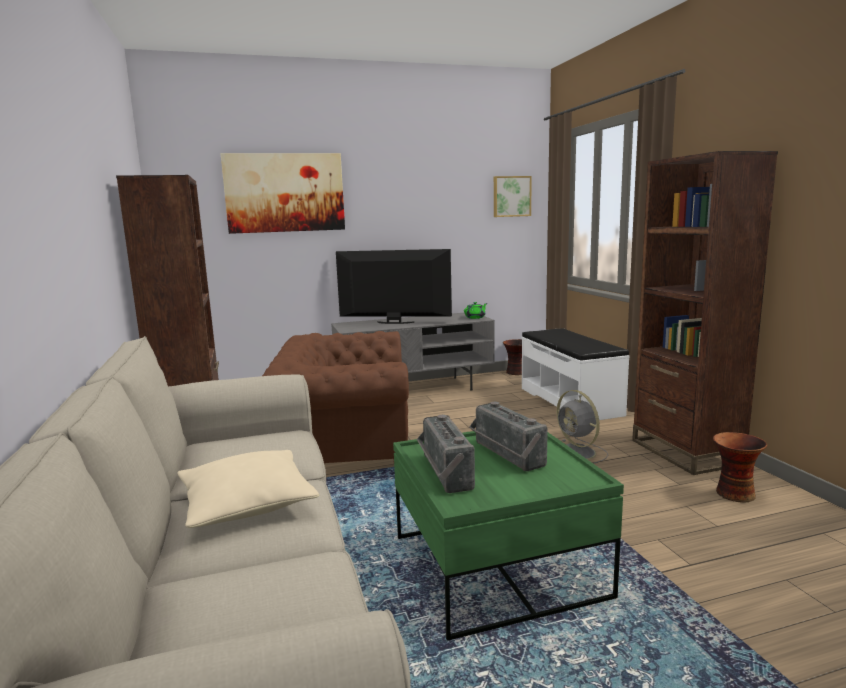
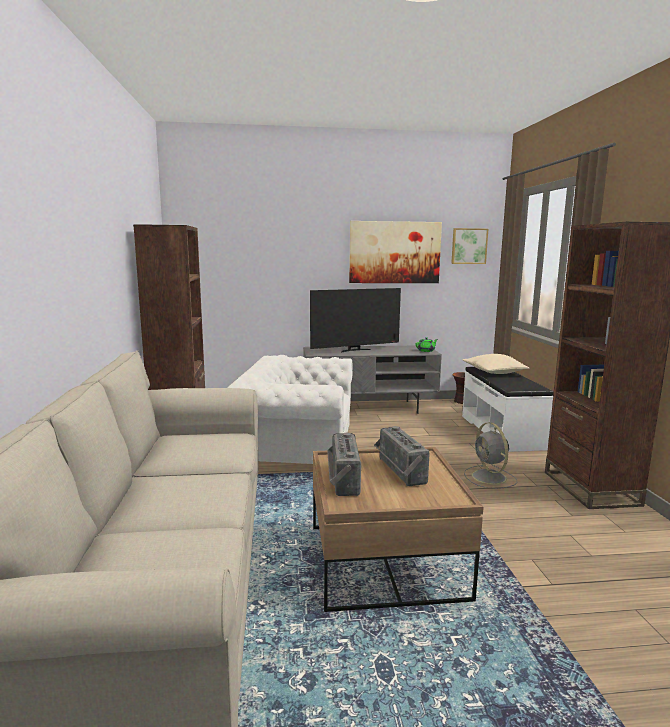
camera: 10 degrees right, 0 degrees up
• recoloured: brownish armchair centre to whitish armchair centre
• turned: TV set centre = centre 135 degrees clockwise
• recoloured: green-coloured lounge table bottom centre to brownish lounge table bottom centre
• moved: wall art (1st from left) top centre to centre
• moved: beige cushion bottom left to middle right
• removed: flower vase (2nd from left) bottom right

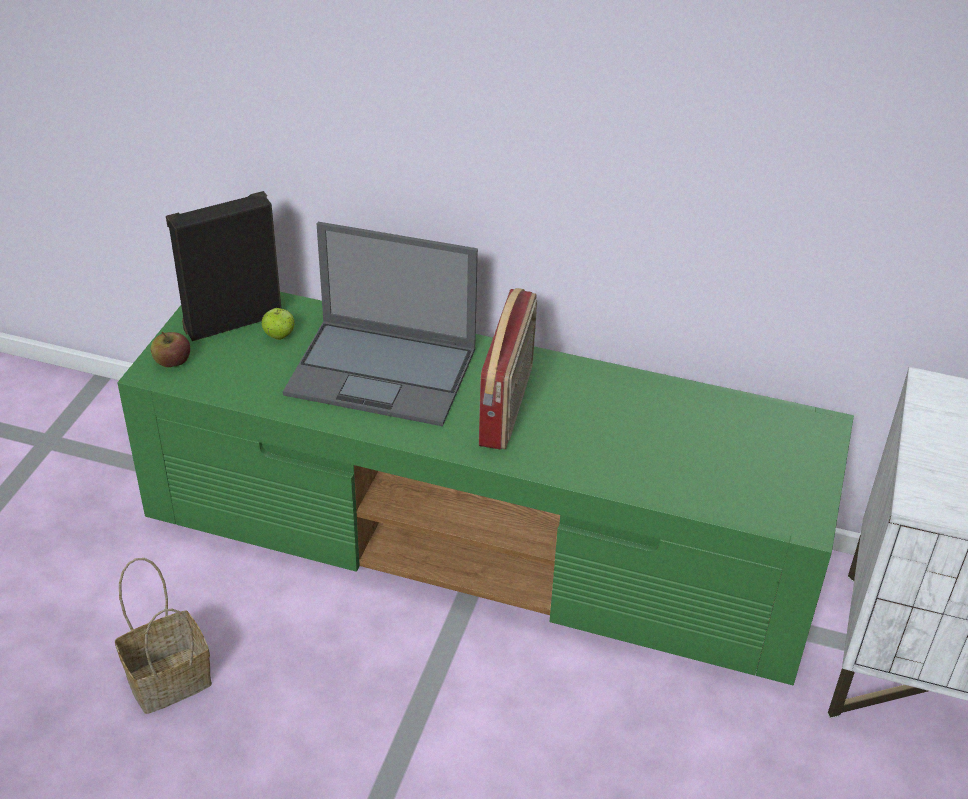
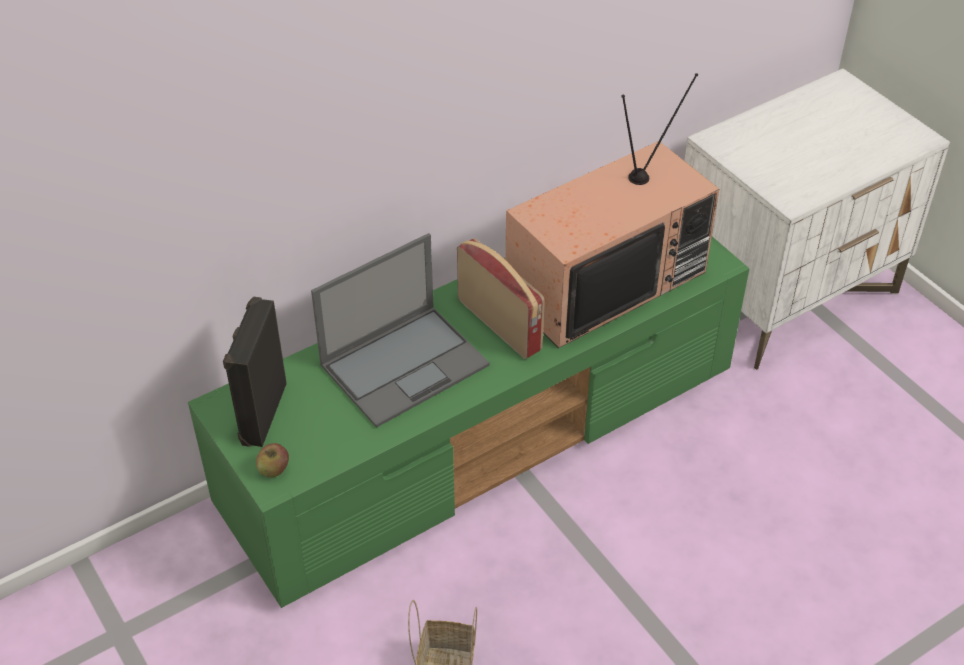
camera: 50 degrees left, 5 degrees up
• added: TV set top centre
• removed: apple (2nd from left) middle left

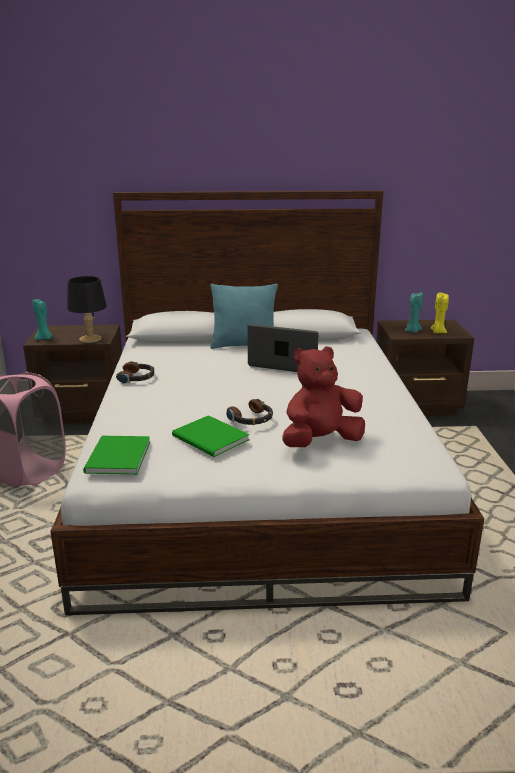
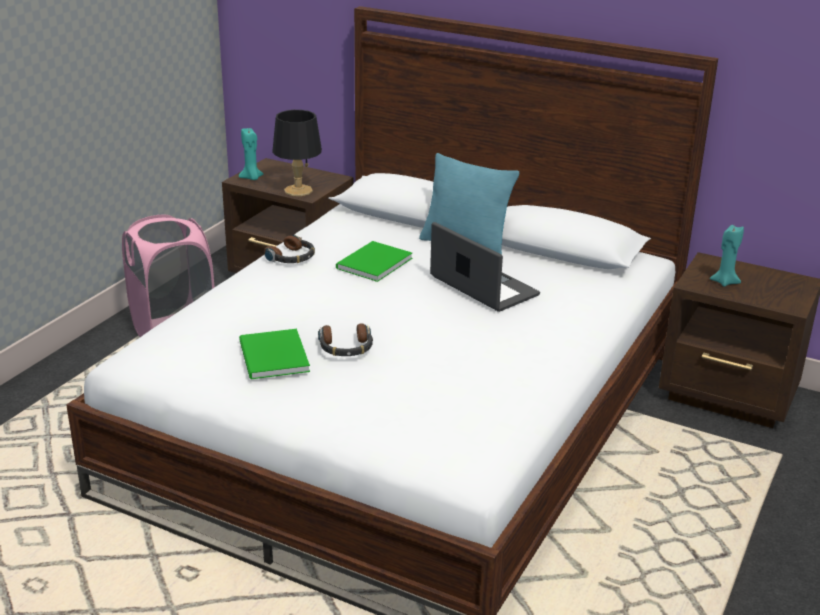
camera: 30 degrees right, 5 degrees up
• moved: green-coloured volume (1st from left in the first image) middle left to green-coloured volume (2nd from left) centre
• removed: reddish cuddly toy centre
• removed: yellowish wax light middle right

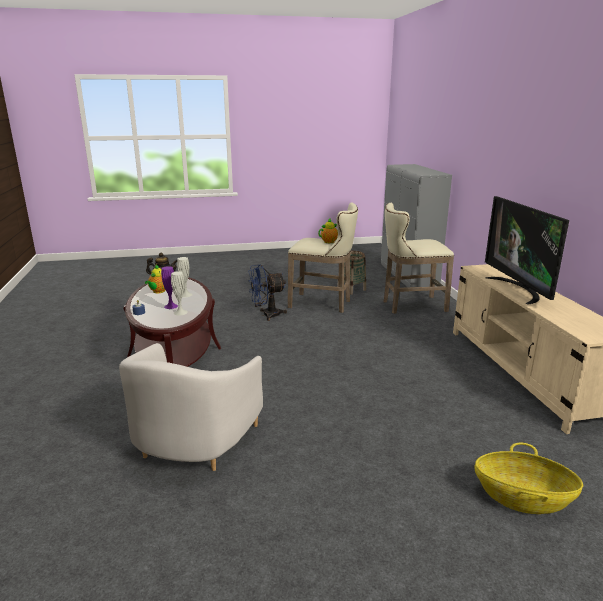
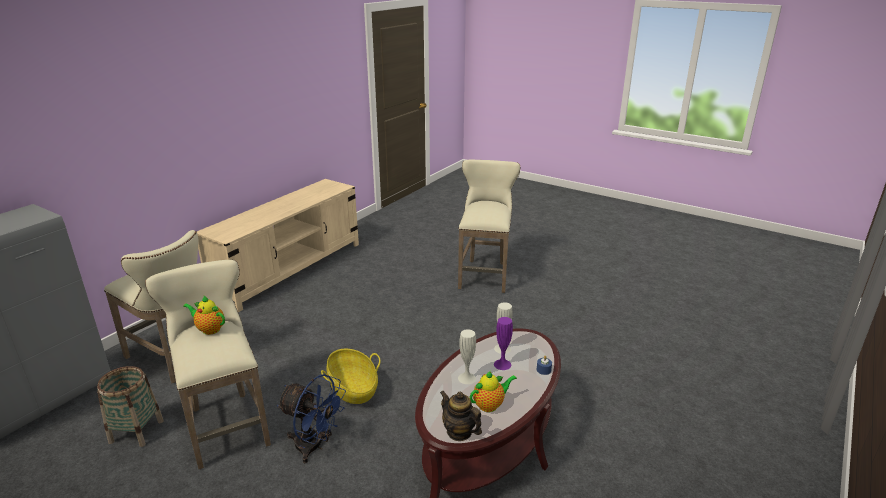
camera: 135 degrees left, 5 degrees up
• moved: storage basket (2nd from left) bottom right to bottom centre
• added: beige stool (3rd from left) centre
• removed: whitish armchair bottom left
• removed: TV set middle right

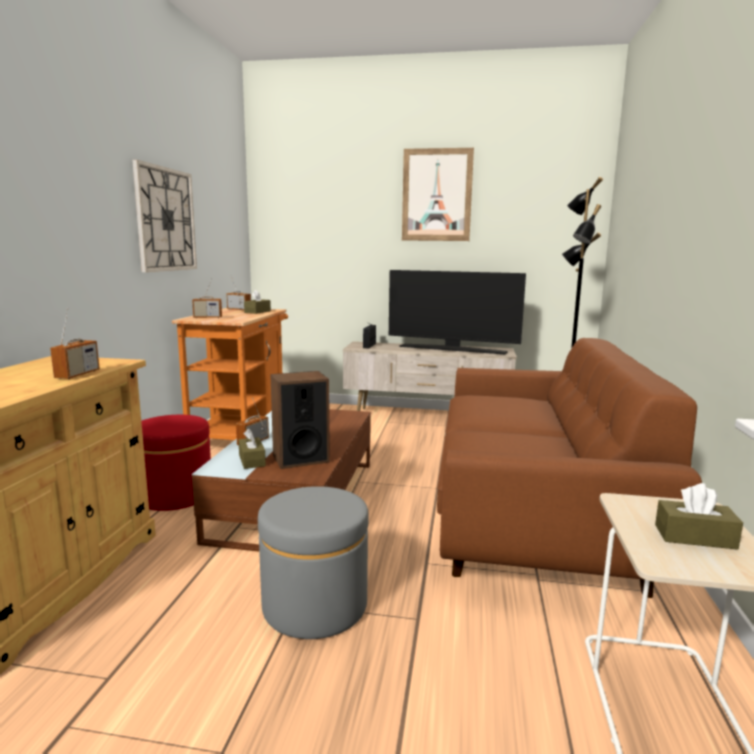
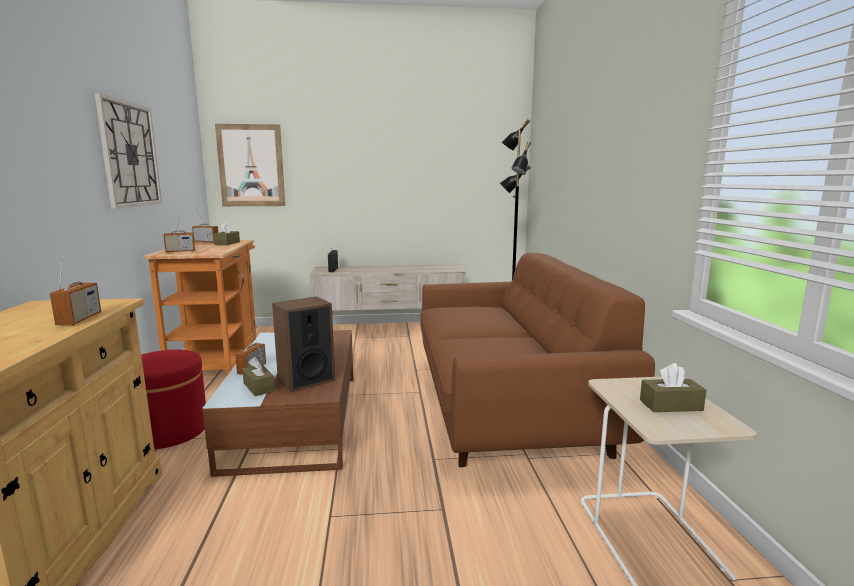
camera: 15 degrees left, 0 degrees up
• moved: wall art top centre to top left
• removed: greyish pouffe bottom centre
• removed: TV set centre

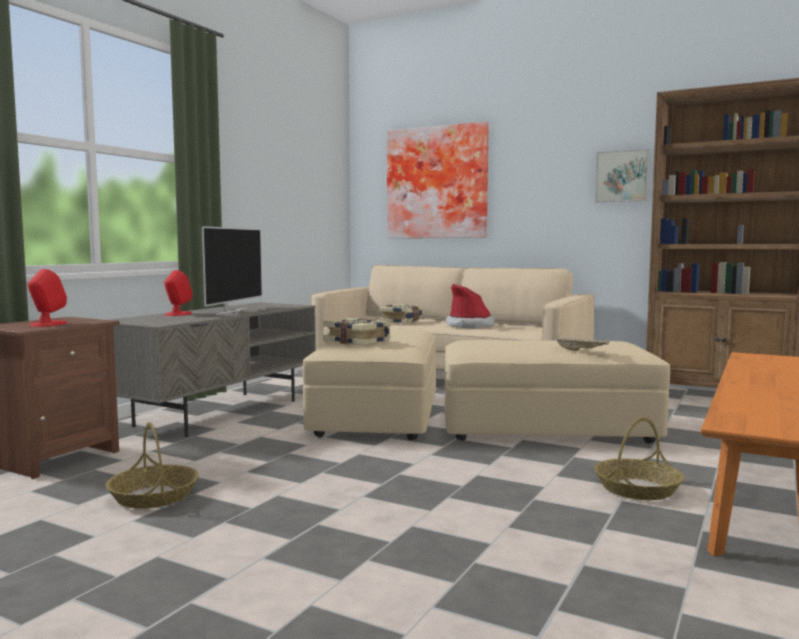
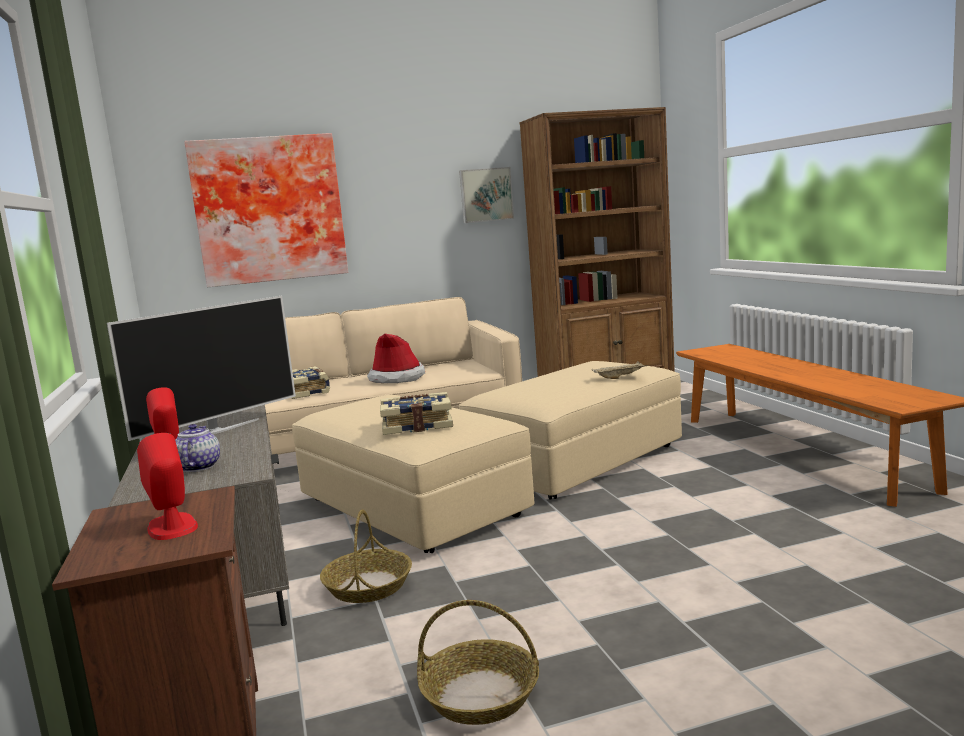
camera: 45 degrees left, 5 degrees up
• turned: TV set middle left = middle left 75 degrees clockwise
• added: teapot middle left
• moved: storage basket (2nd from left in the first image) bottom right to storage basket (1st from left) bottom centre

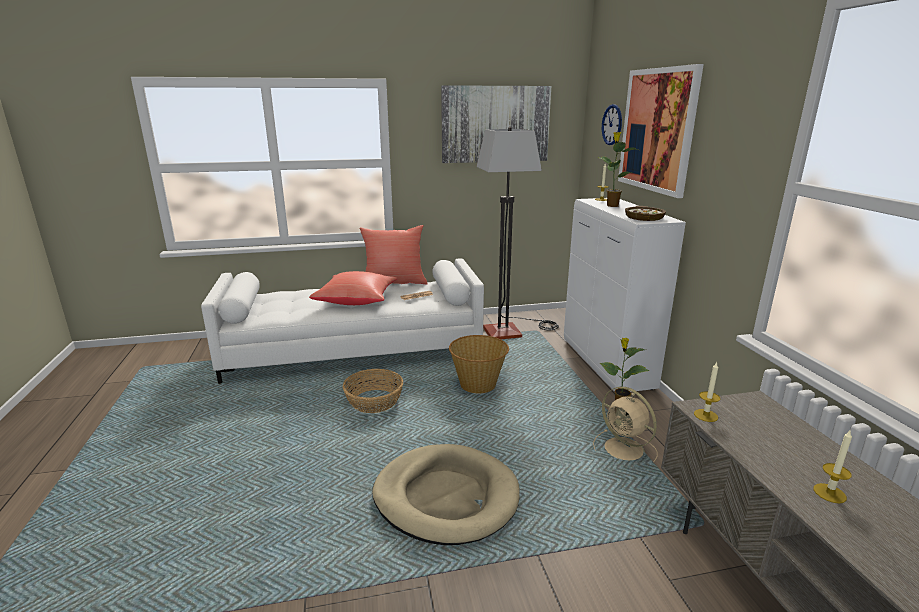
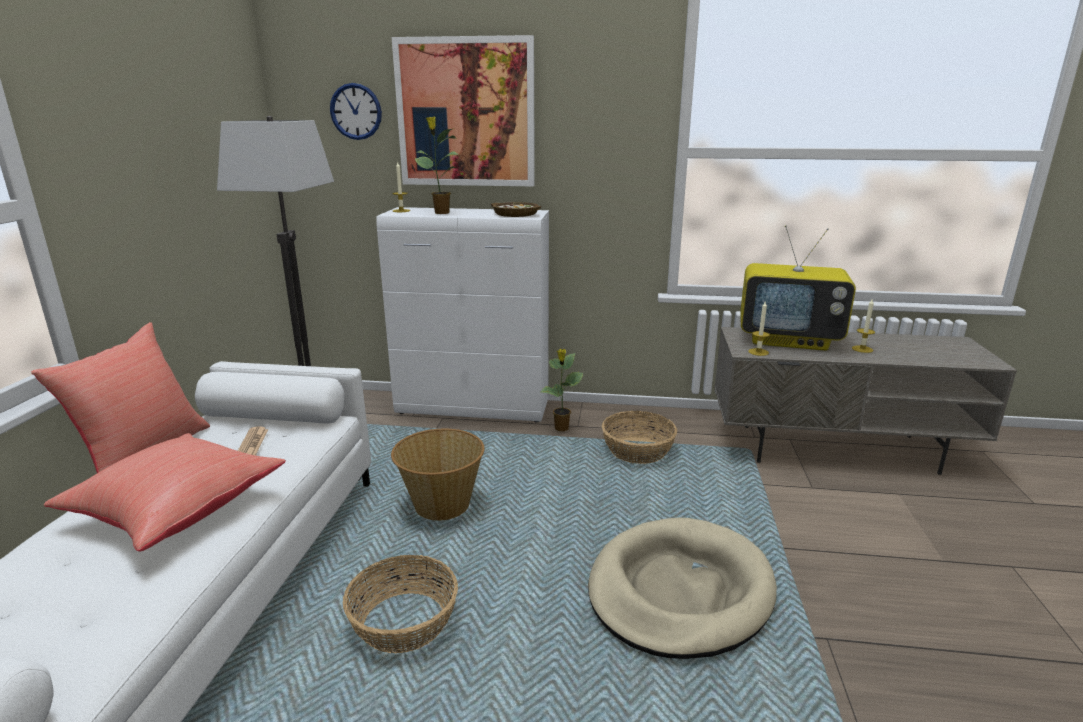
camera: 70 degrees left, 0 degrees up
• replaced: beige cooling fan bottom right to storage basket (3rd from left) centre
• added: TV set middle right
• removed: wall art (1st from left) top centre

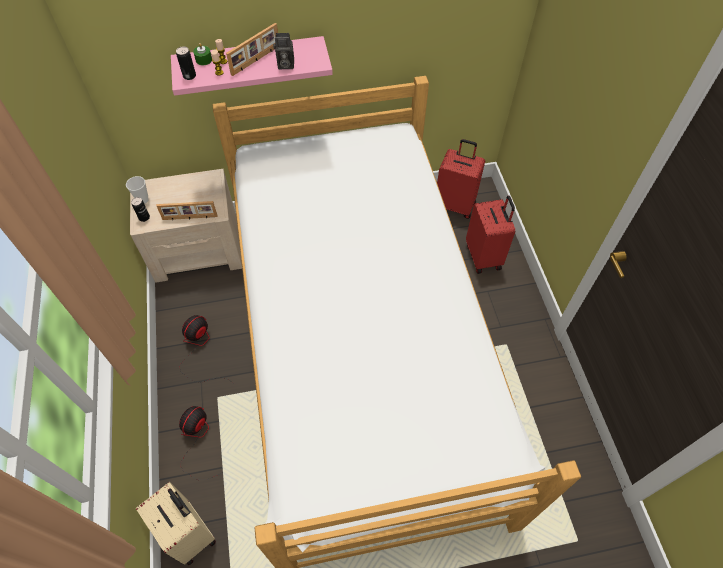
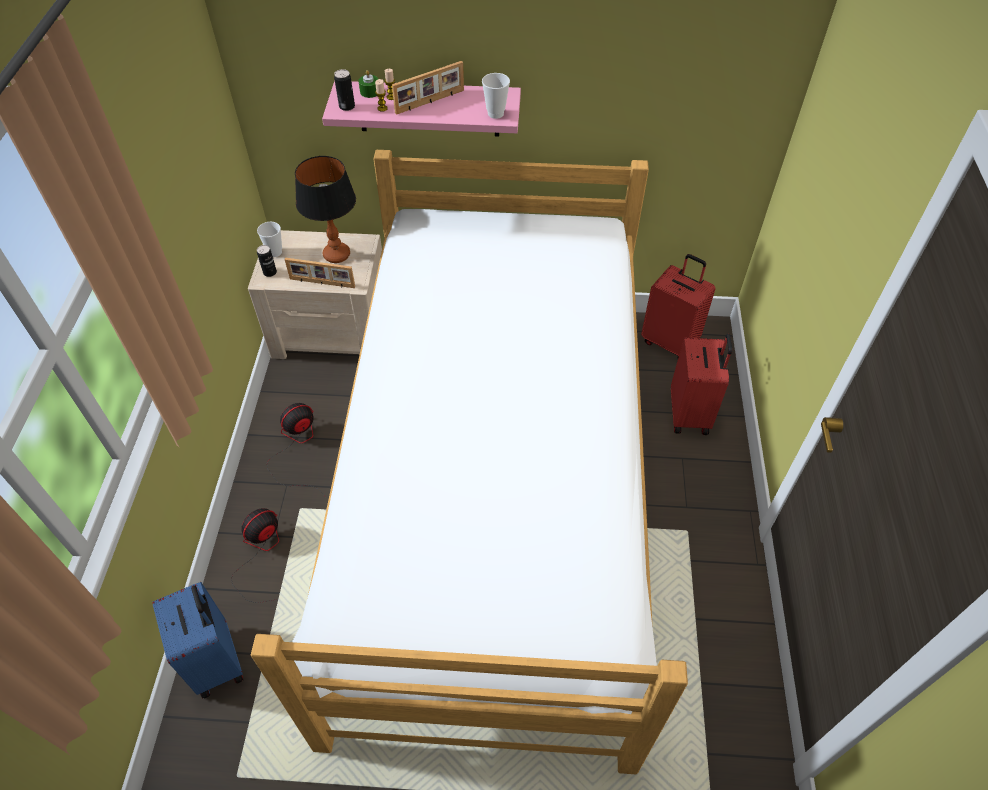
camera: 15 degrees right, 5 degrees down
• recoloured: beige travel case bottom left to blue travel case bottom left
• added: table lamp top left
• added: small cup (2nd from left) top centre
• removed: still camera top centre

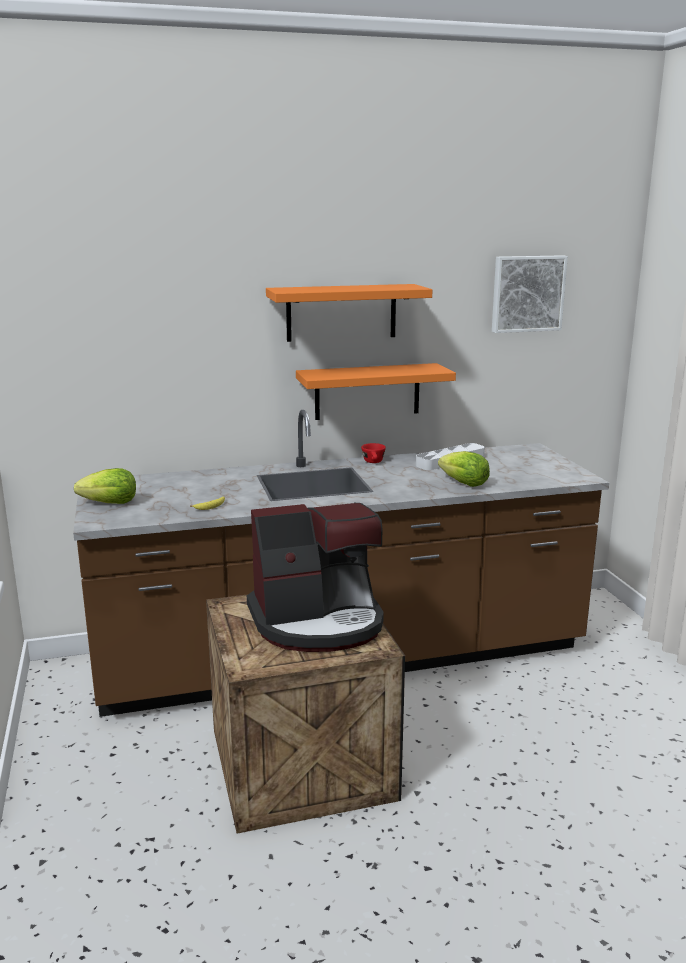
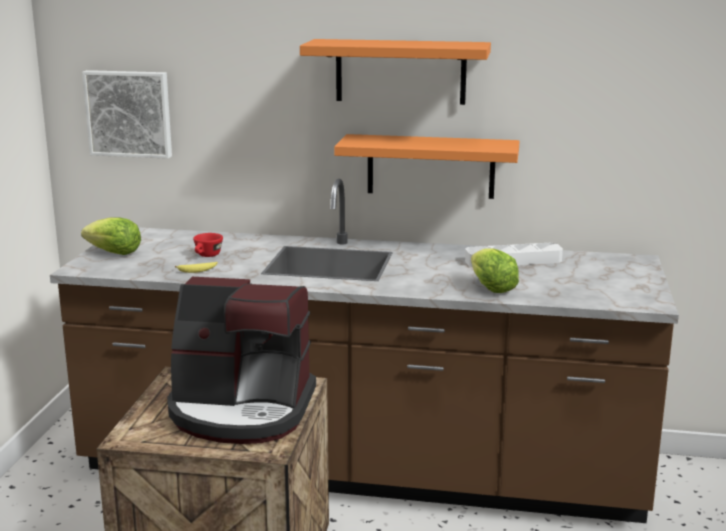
camera: 25 degrees right, 0 degrees up
• moved: wall art top right to top left
• moved: reddish small cup centre to middle left

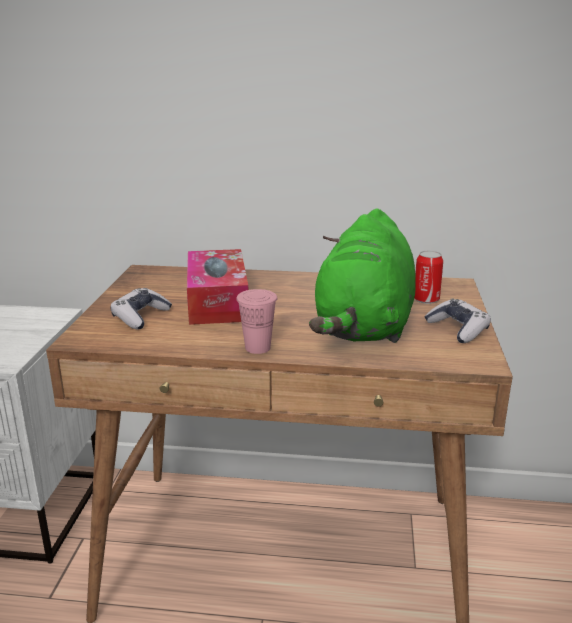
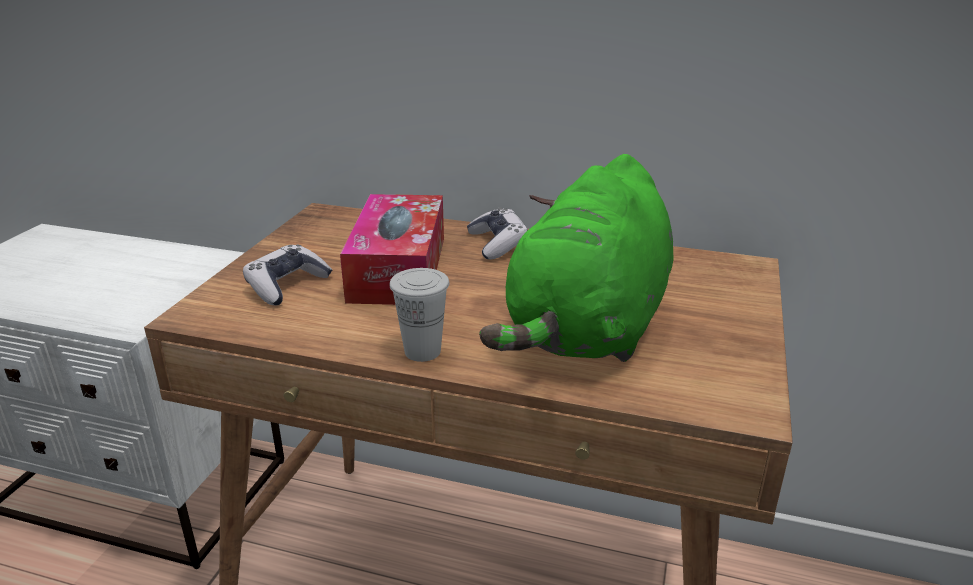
camera: 10 degrees right, 5 degrees up
• recoloured: pink-coloured small cup centre to whitish small cup centre
• moved: gamepad (2nd from left) middle right to centre
• removed: can middle right

